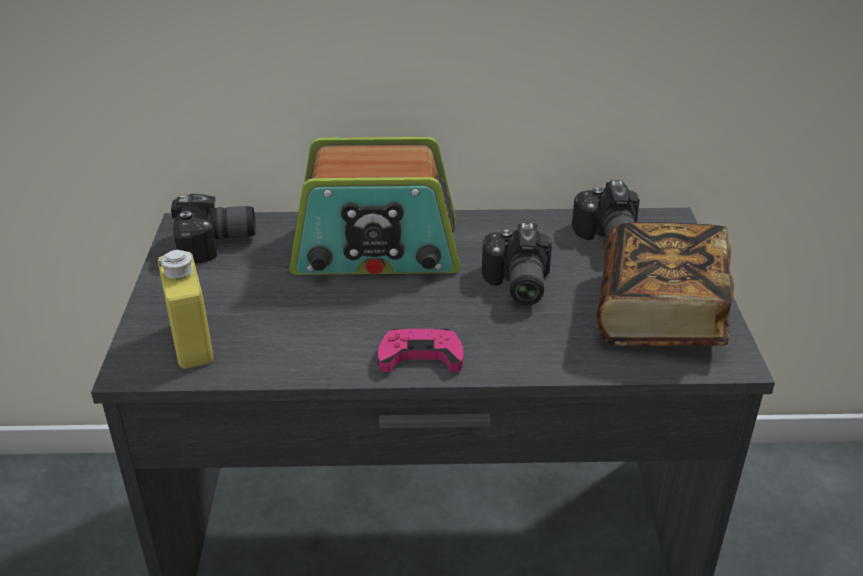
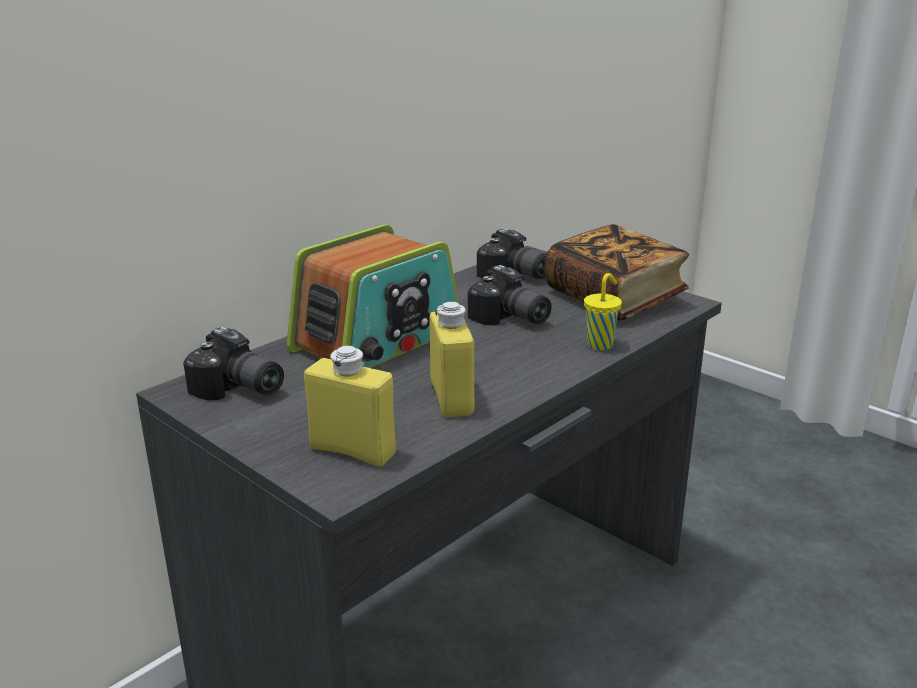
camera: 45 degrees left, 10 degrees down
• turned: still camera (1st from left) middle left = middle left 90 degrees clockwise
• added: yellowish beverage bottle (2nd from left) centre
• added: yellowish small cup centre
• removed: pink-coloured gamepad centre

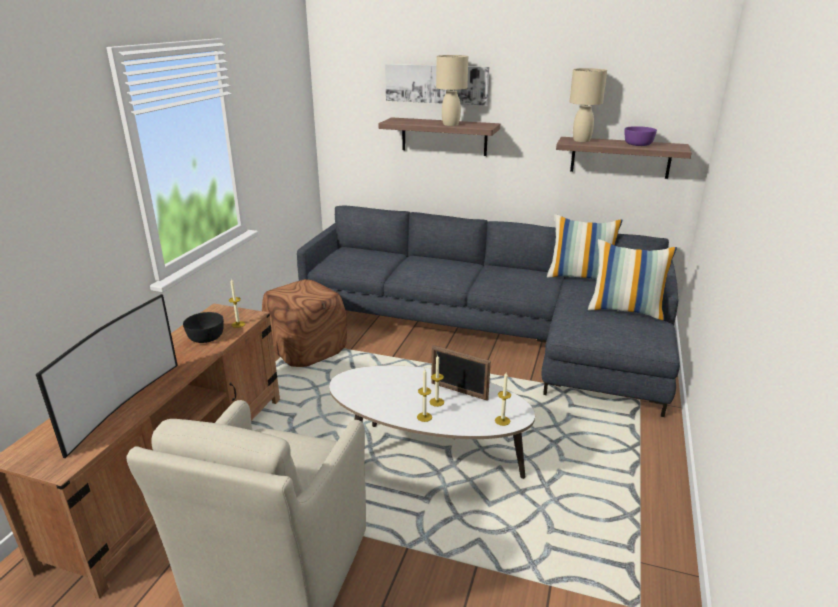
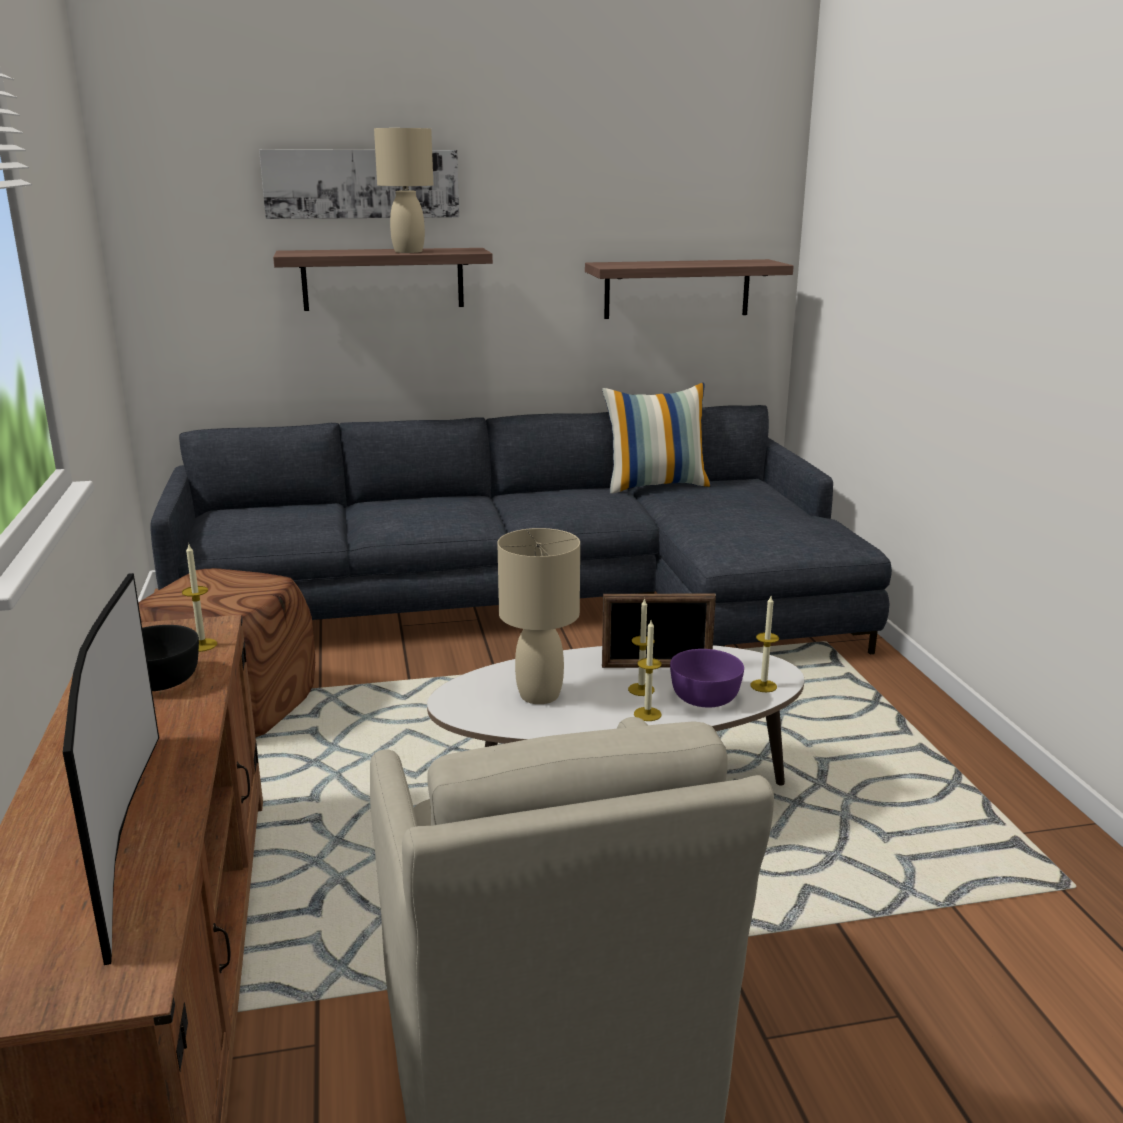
camera: 30 degrees left, 5 degrees down
• moved: beige table lamp (2nd from left) top right to centre
• moved: purple-coloured bowl top right to centre
• removed: cushion (2nd from left) middle right

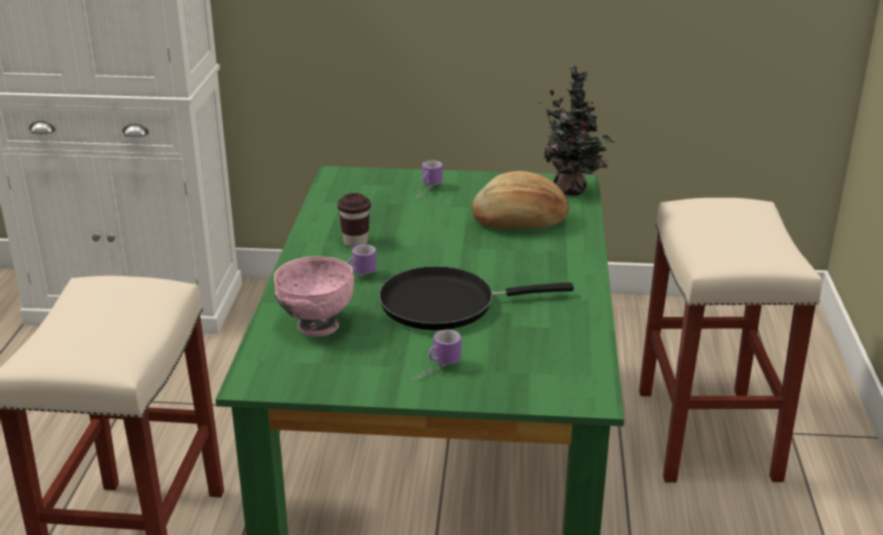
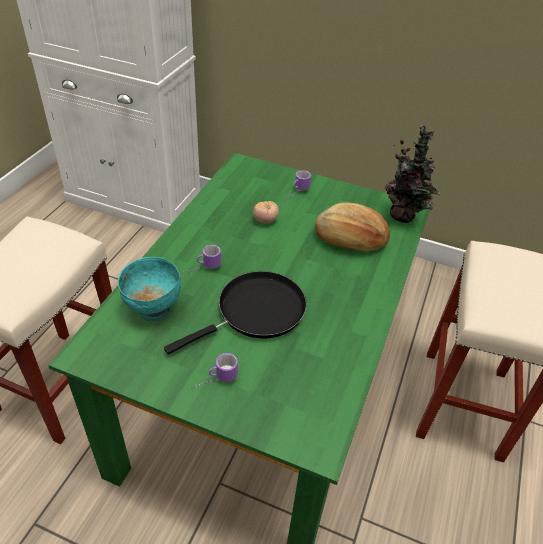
camera: 15 degrees right, 15 degrees up
• recoloured: pink-coloured bowl centre to turquoise bowl middle left
• turned: blackish skillet centre = centre 135 degrees clockwise
• added: tomato centre
• removed: brownish small cup centre

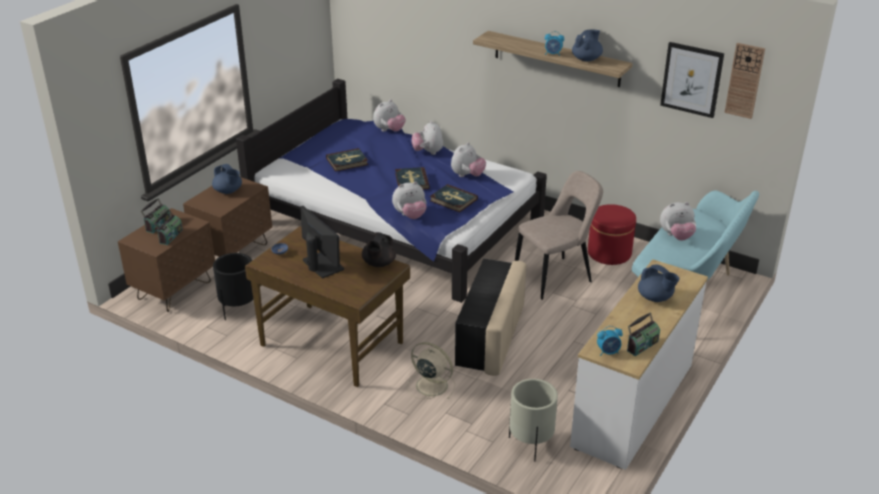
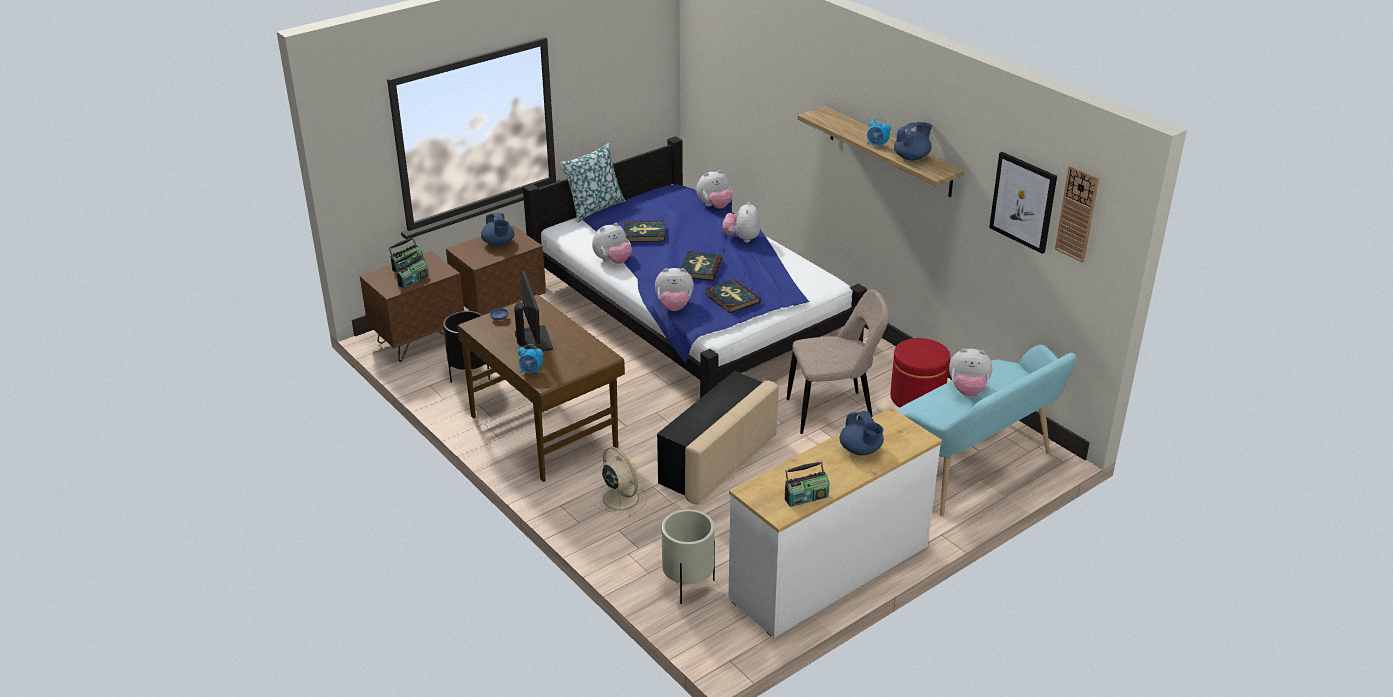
camera: 20 degrees right, 0 degrees up
• moved: table clock (2nd from left in the first image) bottom right to table clock (1st from left) centre
• added: cushion top centre
• moved: cuddly toy (4th from left in the first image) top centre to cuddly toy (1st from left) centre
• removed: blackish teapot centre

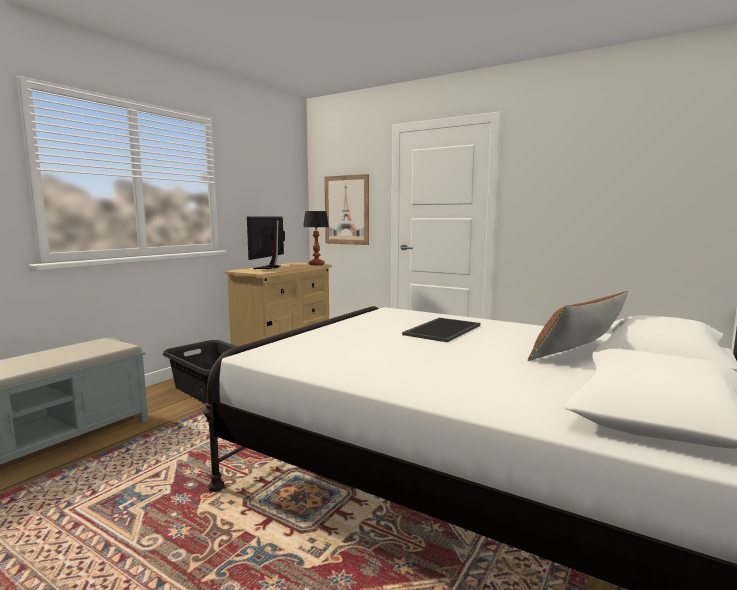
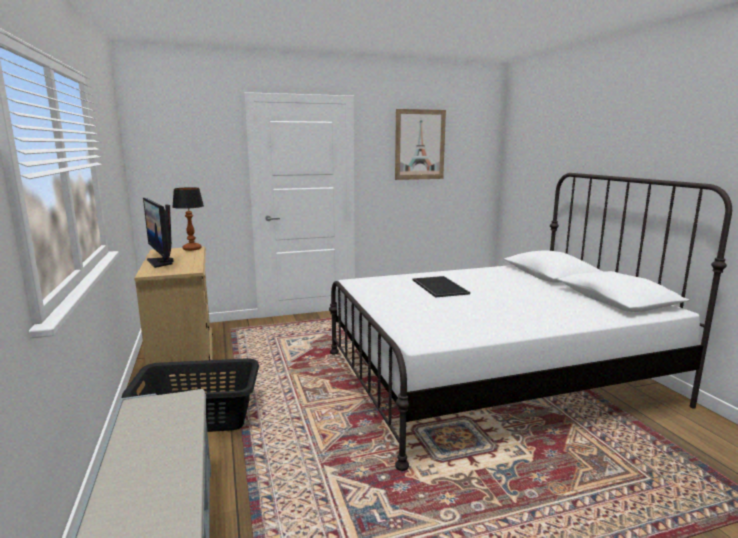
camera: 50 degrees left, 5 degrees up
• moved: wall art centre to top centre
• removed: brownish cushion middle right

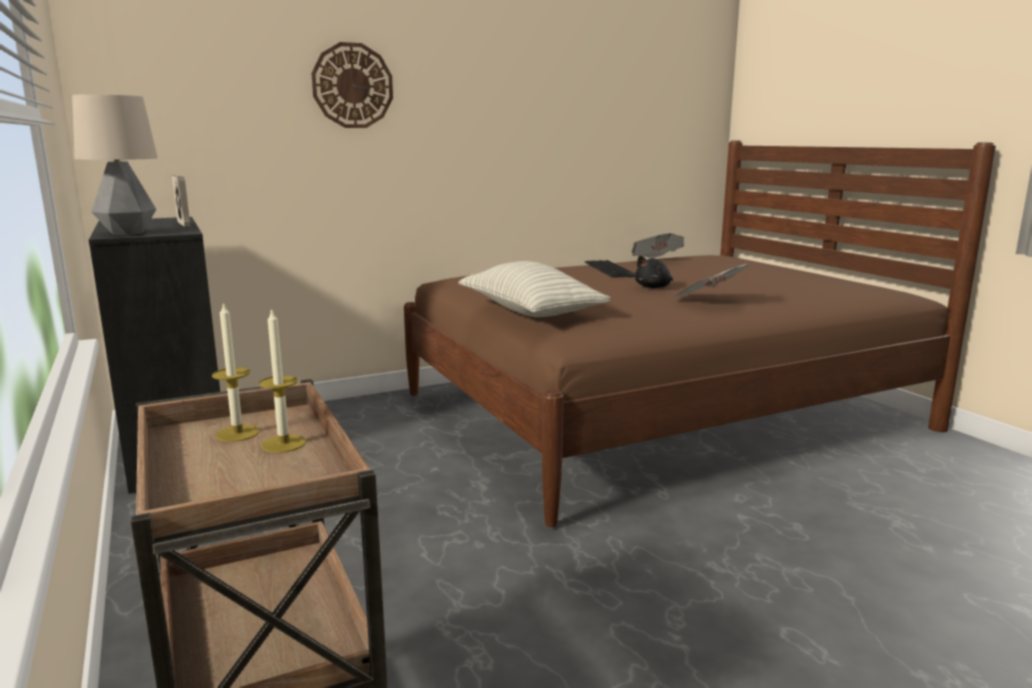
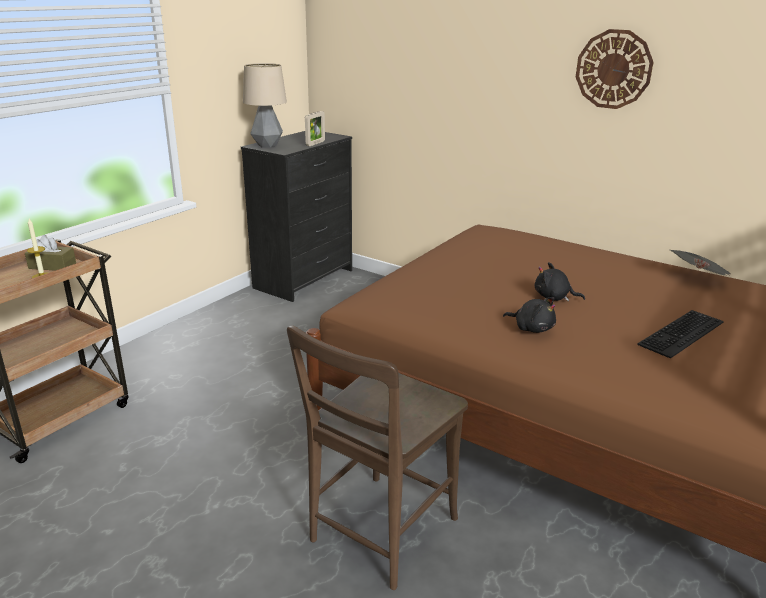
camera: 60 degrees right, 10 degrees up
• replaced: wax light (1st from left) middle left to brownish tissue holder middle left
• added: brownish plain chair bottom centre
• replaced: newspaper (2nd from left) middle right to blackish cuddly toy (1st from left) middle right
• moved: hanging clock top centre to top right
• moved: computer keyboard centre to middle right
• removed: cushion centre

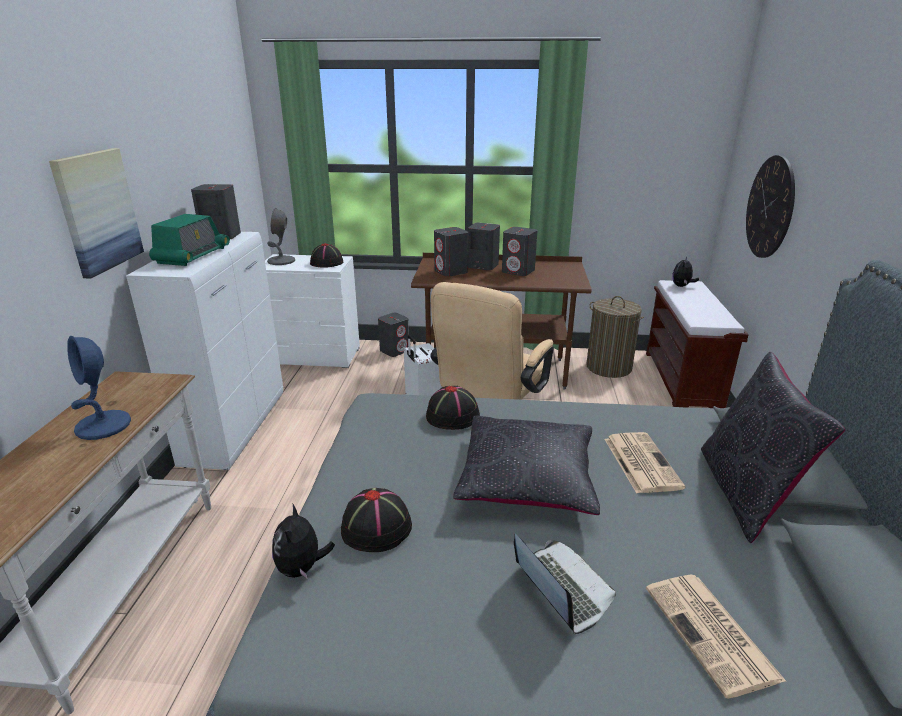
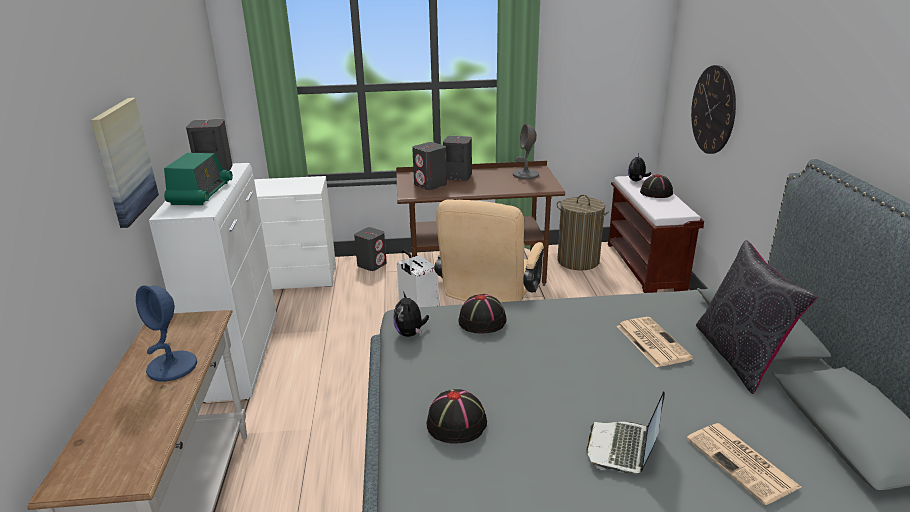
camera: 10 degrees left, 0 degrees up
• moved: cuddly toy (1st from left) bottom centre to centre
• moved: greyish table lamp top left to top centre
• turned: laptop bottom centre = bottom right 120 degrees counterclockwise
• moved: blackish wearable hat (1st from left in the first image) centre to blackish wearable hat (3rd from left) middle right
• removed: blackish cushion (1st from left) centre
• removed: greyish audio speaker (5th from left) centre

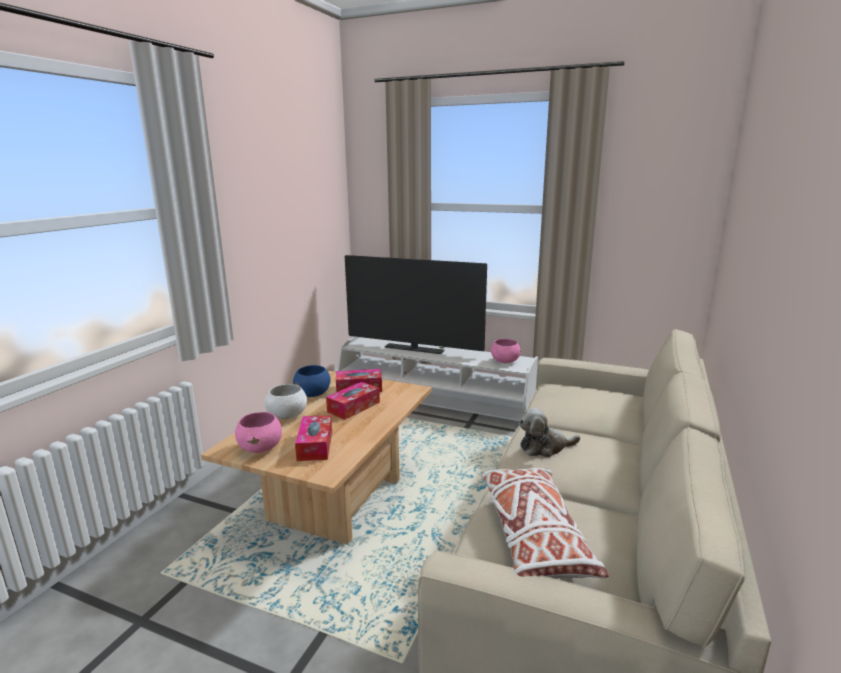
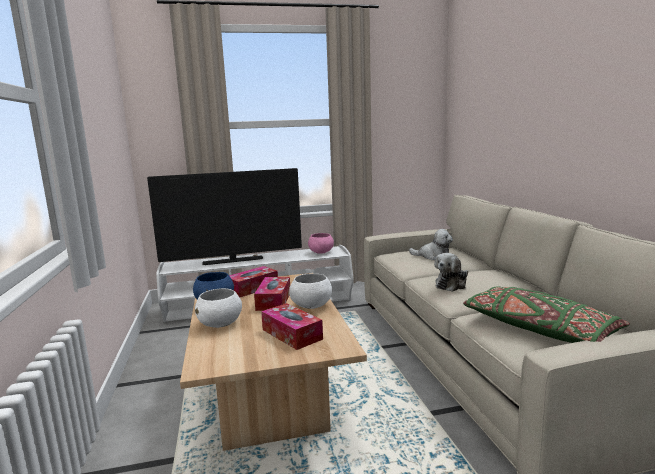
camera: 35 degrees left, 5 degrees down
• added: whitish bowl (2nd from left) centre
• added: cuddly toy (1st from left) centre
• recoloured: whitish cushion bottom centre to green-coloured cushion middle right
• removed: pink-coloured bowl (1st from left) middle left

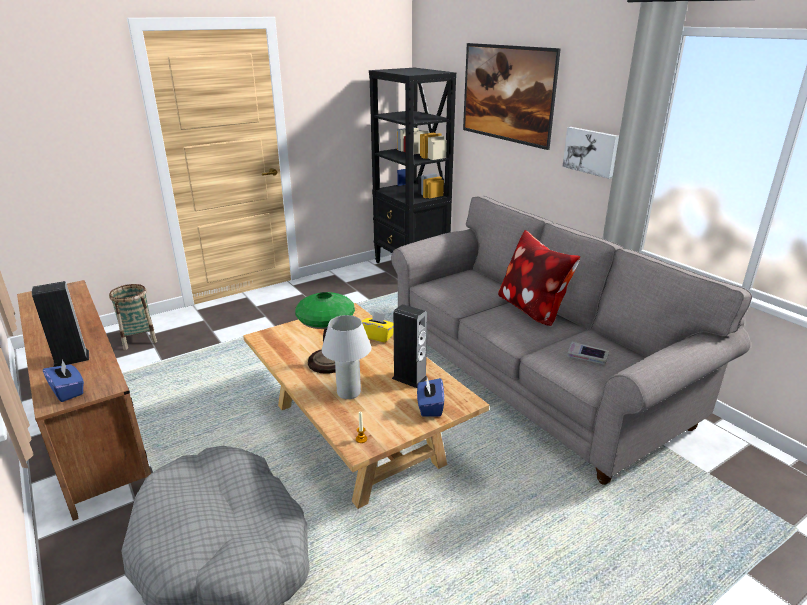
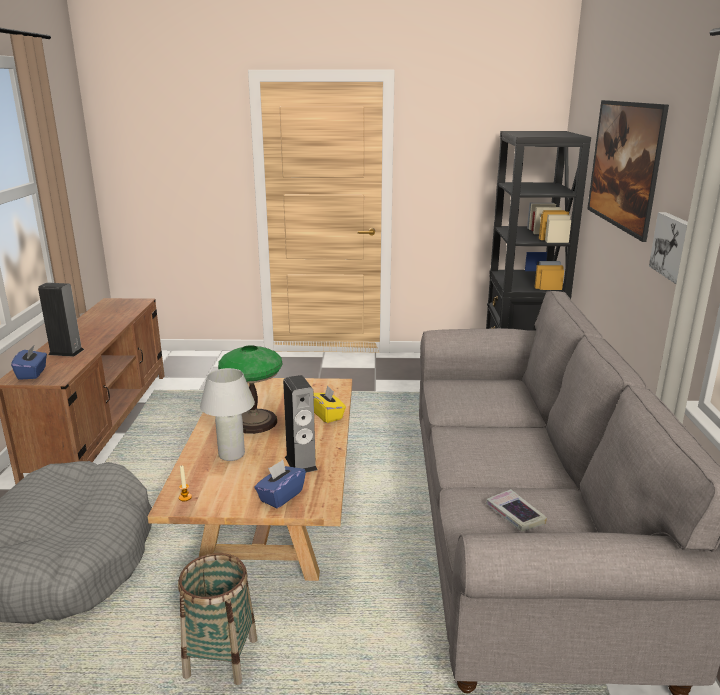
camera: 35 degrees right, 5 degrees down
• moved: storage basket middle left to bottom left
• removed: cushion middle right

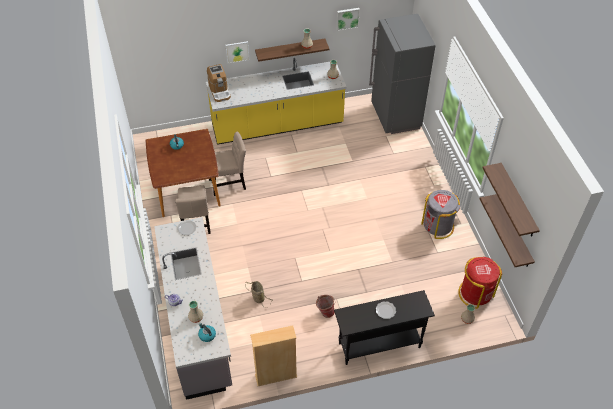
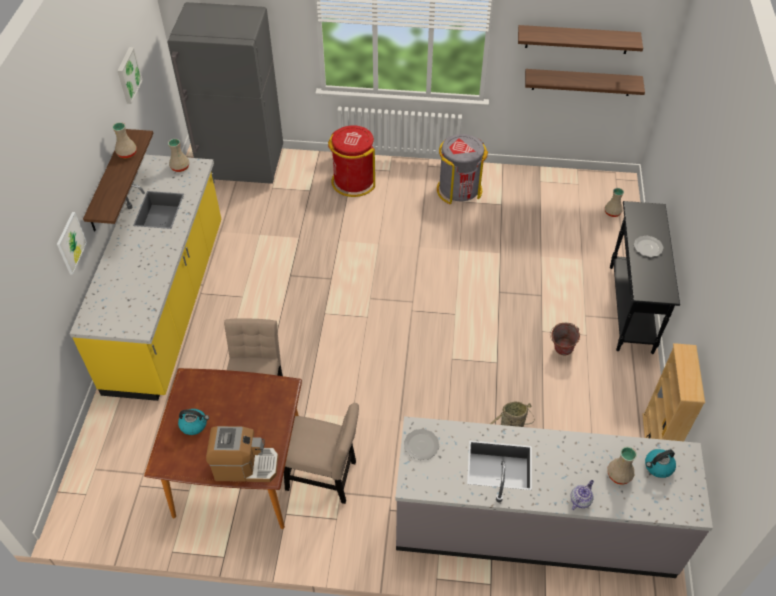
camera: 70 degrees left, 0 degrees up
• moved: coffee maker top centre to bottom left
• moved: reddish rubbish bin bottom right to top centre

